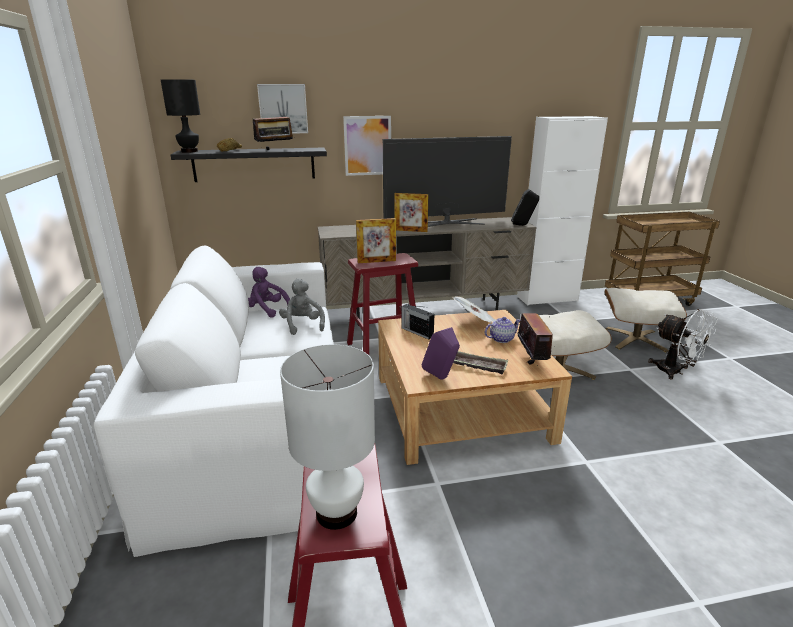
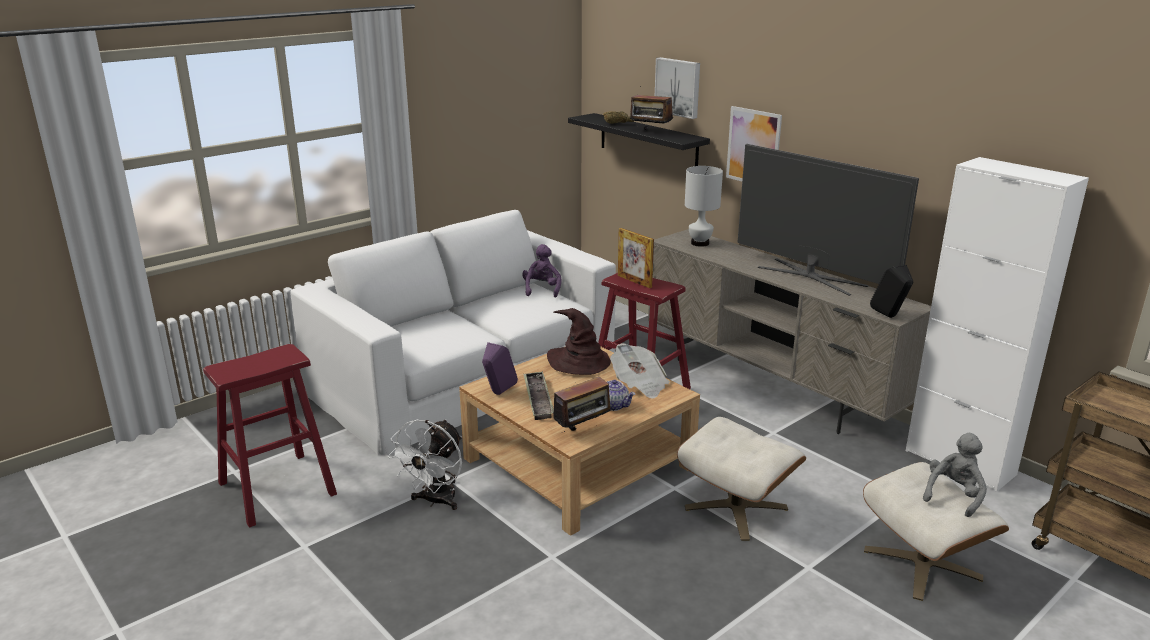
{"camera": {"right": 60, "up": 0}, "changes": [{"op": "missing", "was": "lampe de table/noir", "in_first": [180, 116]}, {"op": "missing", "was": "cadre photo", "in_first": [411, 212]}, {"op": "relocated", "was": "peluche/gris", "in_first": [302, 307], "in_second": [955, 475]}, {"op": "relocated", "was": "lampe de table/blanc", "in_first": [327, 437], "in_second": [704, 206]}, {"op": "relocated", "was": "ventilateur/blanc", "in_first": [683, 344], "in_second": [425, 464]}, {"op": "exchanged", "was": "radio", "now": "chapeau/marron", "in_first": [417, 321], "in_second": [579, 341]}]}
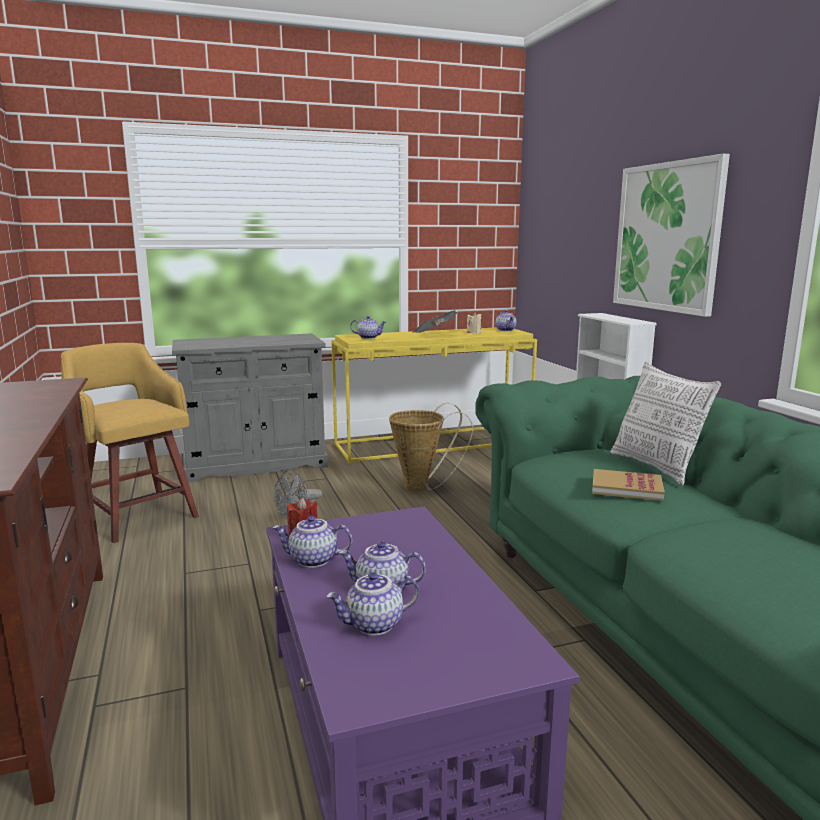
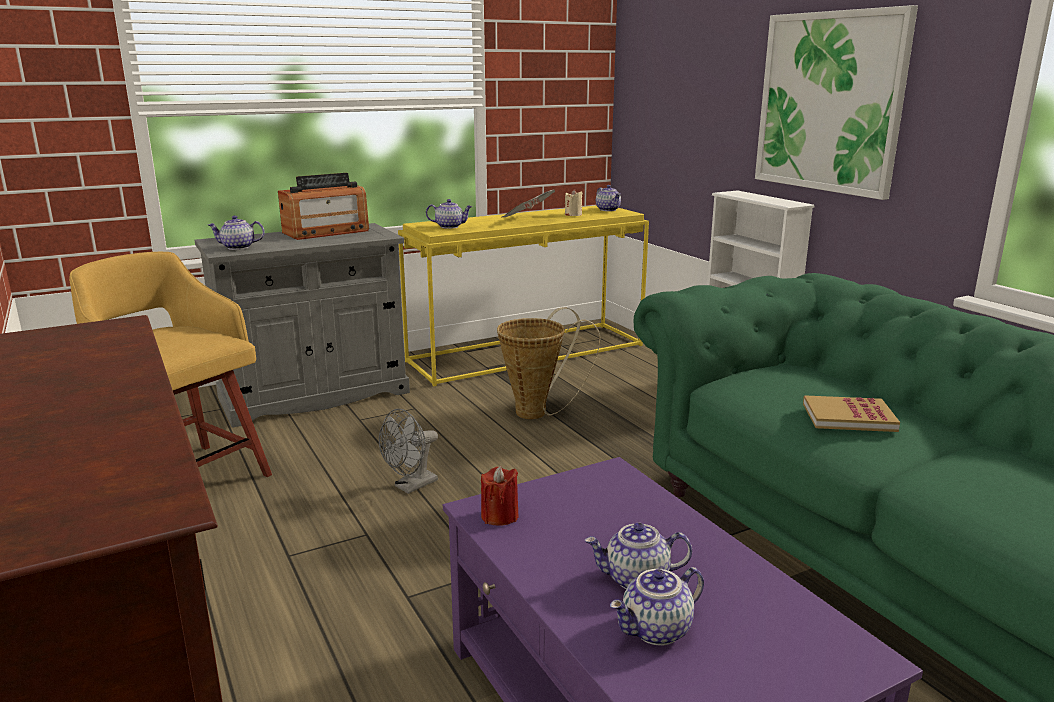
{"camera": {"right": -10, "up": 5}, "changes": [{"op": "missing", "was": "coussin", "in_first": [665, 424]}, {"op": "appeared", "now": "radio", "in_second": [323, 206]}, {"op": "relocated", "was": "théière", "in_first": [312, 542], "in_second": [236, 233]}]}
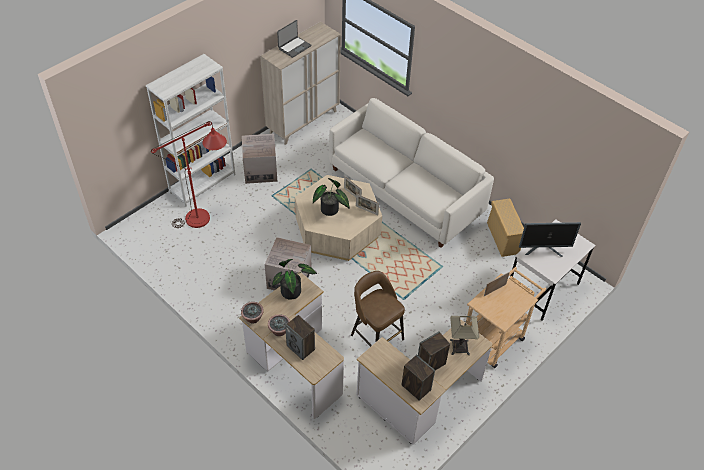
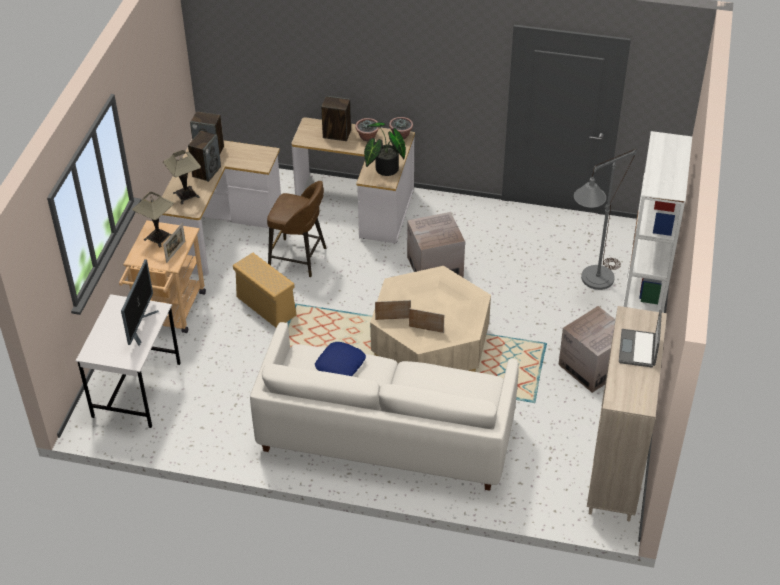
{"camera": {"right": 150, "up": -5}, "changes": [{"op": "missing", "was": "plante en pot", "in_first": [331, 197]}, {"op": "appeared", "now": "lampe de table", "in_second": [153, 219]}, {"op": "appeared", "now": "coussin/bleu", "in_second": [340, 359]}, {"op": "relocated", "was": "boîte de rangement/beige", "in_first": [505, 227], "in_second": [265, 290]}, {"op": "colour", "was": "lampadaire/rouge", "now": "lampadaire/gris", "in_first": [189, 174], "in_second": [605, 219]}, {"op": "spun", "was": "écran d'ordinateur", "in_first": [550, 239], "in_second": [140, 302], "clockwise": 135}]}
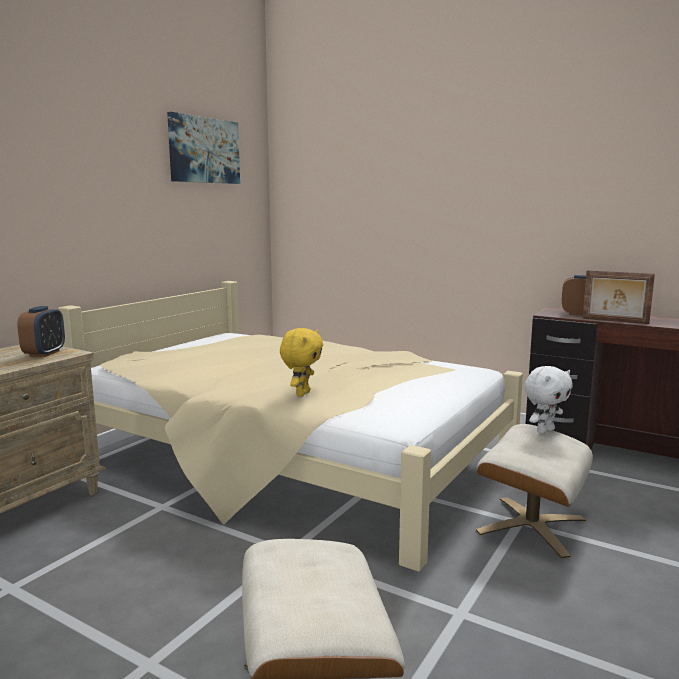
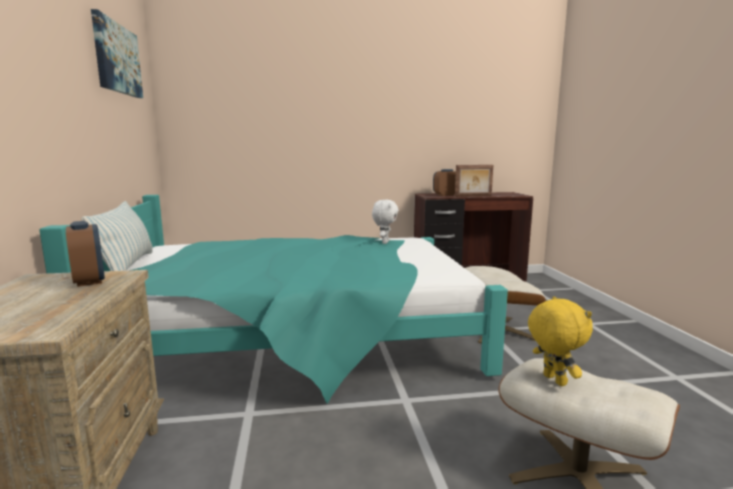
{"camera": {"right": -40, "up": 0}, "changes": [{"op": "appeared", "now": "coussin", "in_second": [117, 236]}, {"op": "relocated", "was": "peluche/jaune", "in_first": [301, 362], "in_second": [560, 341]}, {"op": "relocated", "was": "peluche/blanc", "in_first": [548, 400], "in_second": [385, 222]}, {"op": "colour", "was": "lit/beige", "now": "lit/turquoise", "in_first": [290, 426], "in_second": [273, 299]}]}
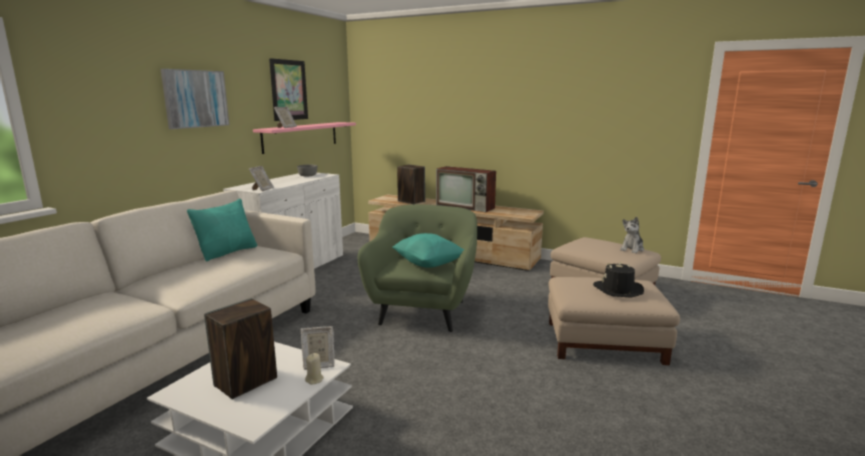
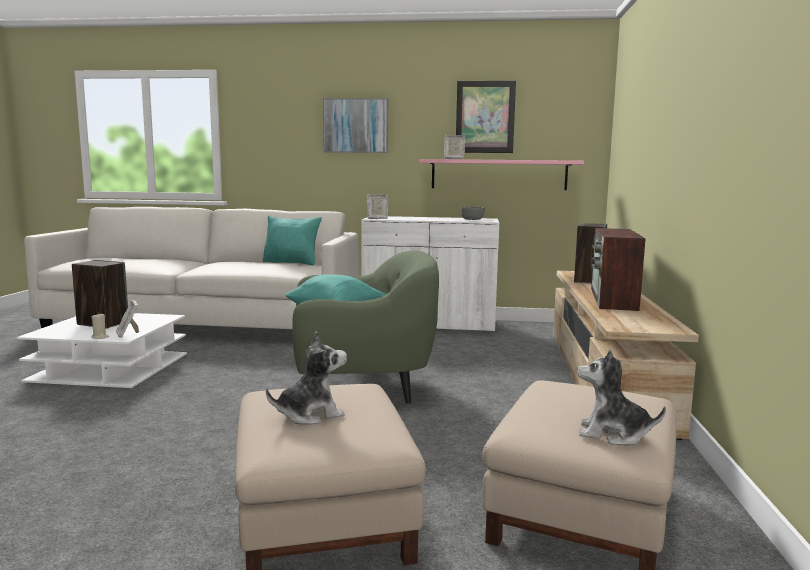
{"camera": {"right": 70, "up": -5}, "changes": [{"op": "exchanged", "was": "chapeau/noir", "now": "peluche", "in_first": [618, 280], "in_second": [306, 378]}]}
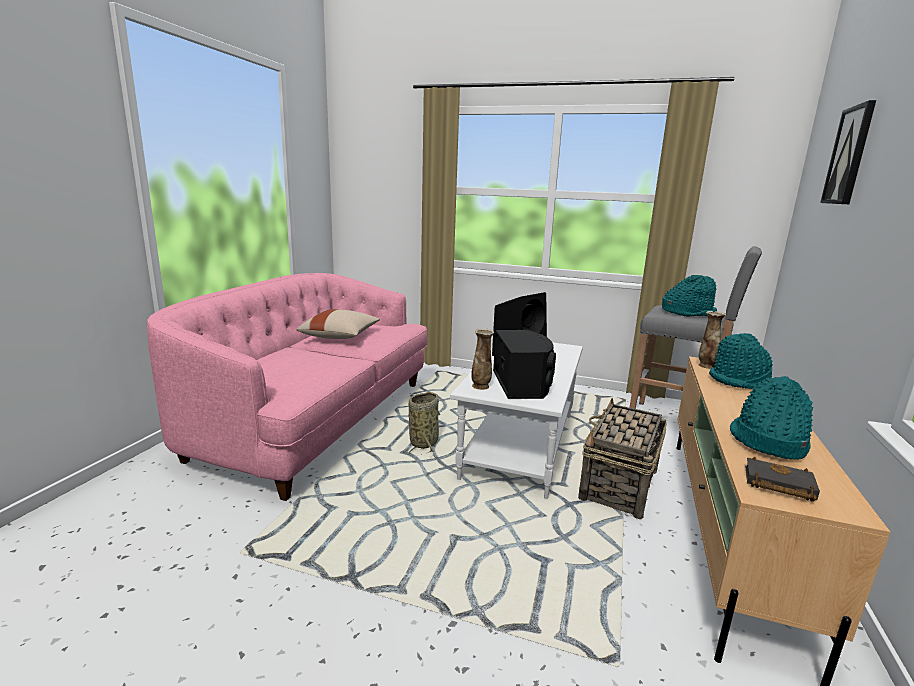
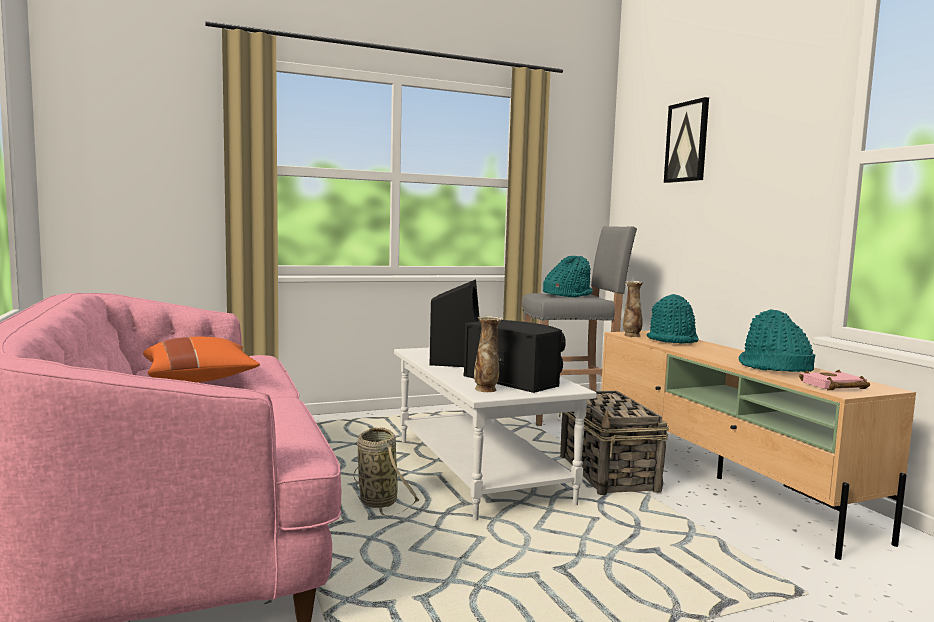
{"camera": {"right": -40, "up": -10}, "changes": [{"op": "colour", "was": "coussin/beige", "now": "coussin/orange", "in_first": [338, 324], "in_second": [201, 360]}, {"op": "colour", "was": "livre/noir", "now": "livre/rose", "in_first": [782, 479], "in_second": [834, 380]}]}
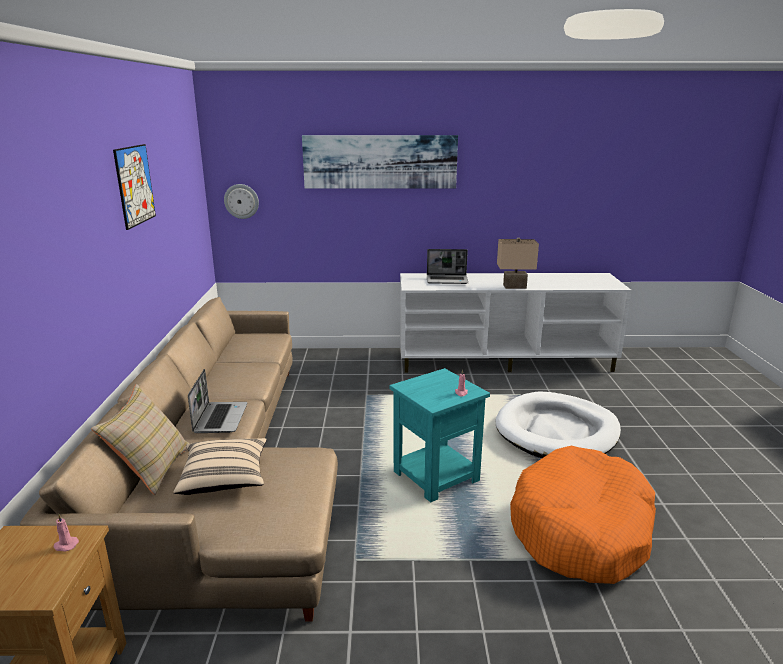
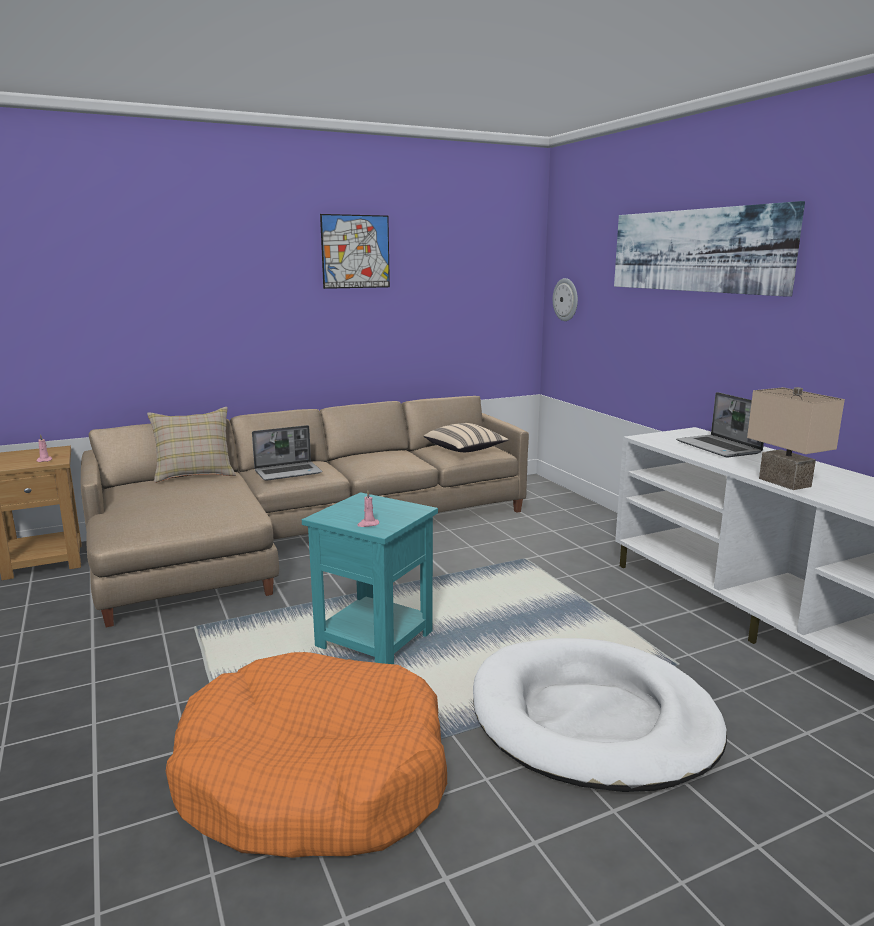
{"camera": {"right": 65, "up": -5}, "changes": [{"op": "relocated", "was": "coussin/beige", "in_first": [220, 466], "in_second": [466, 437]}]}
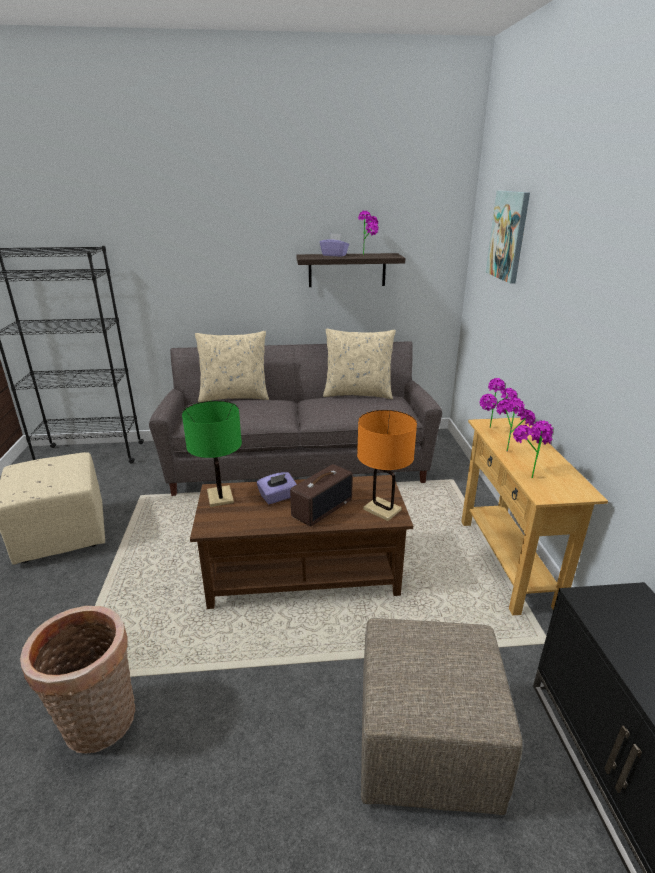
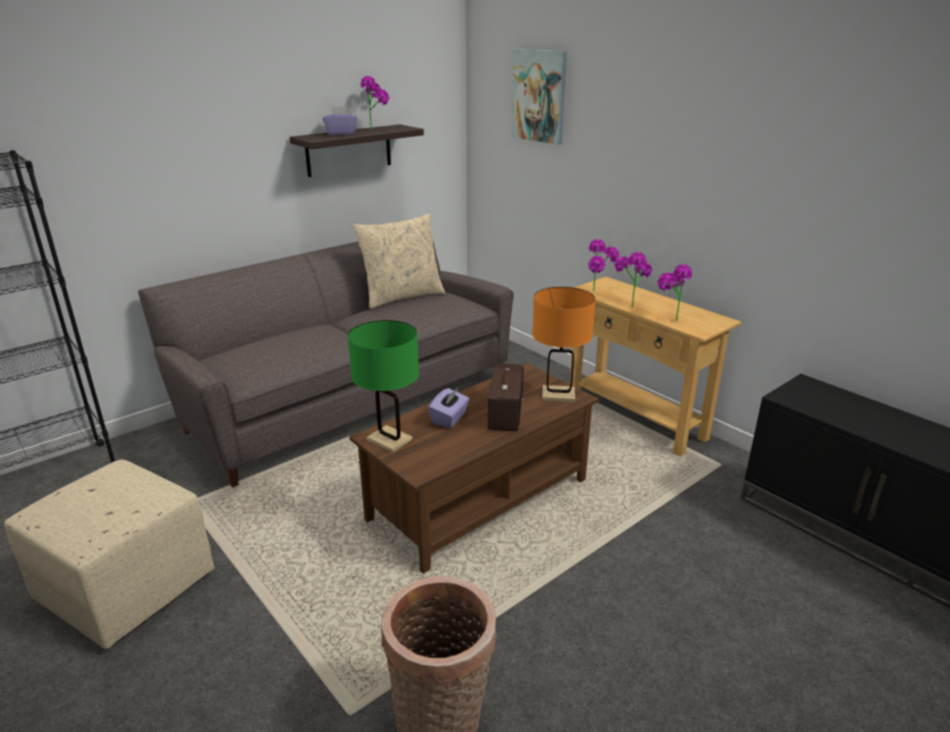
{"camera": {"right": -35, "up": 0}, "changes": [{"op": "missing", "was": "coussin/beige", "in_first": [232, 366]}, {"op": "missing", "was": "pouf/beige", "in_first": [442, 716]}]}
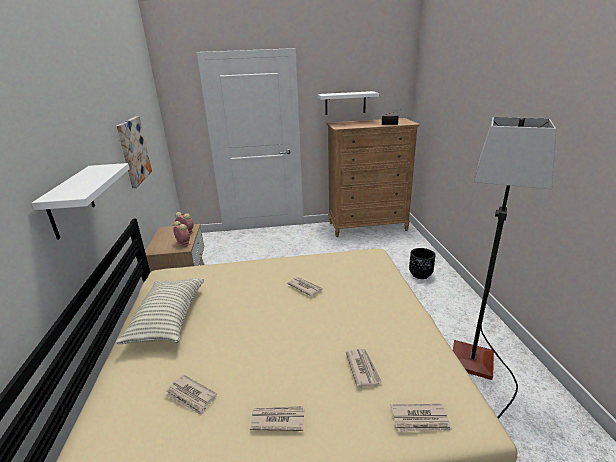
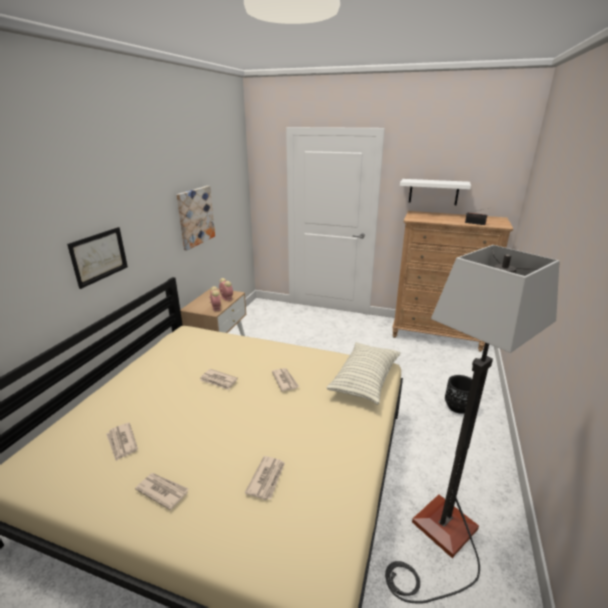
{"camera": {"right": 25, "up": 0}, "changes": [{"op": "relocated", "was": "coussin", "in_first": [160, 311], "in_second": [363, 373]}, {"op": "relocated", "was": "journal", "in_first": [421, 418], "in_second": [219, 379]}, {"op": "exchanged", "was": "étagère/blanc", "now": "tableau", "in_first": [80, 201], "in_second": [97, 258]}]}
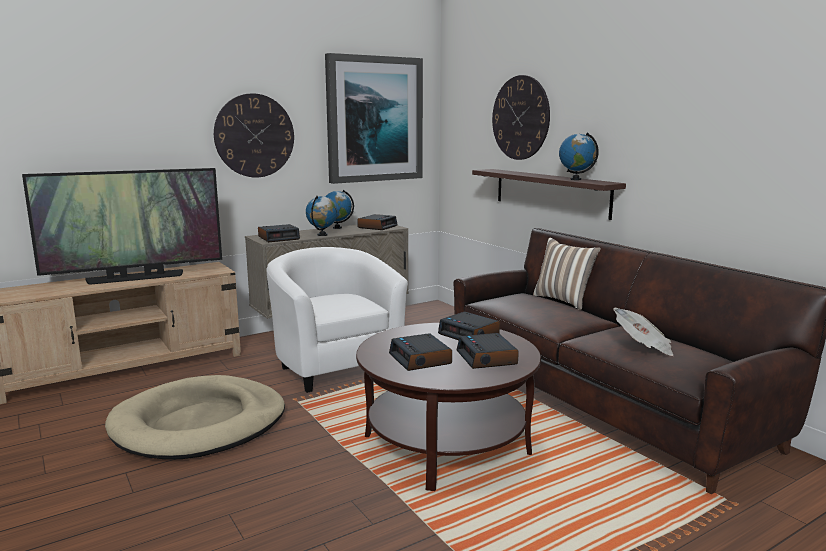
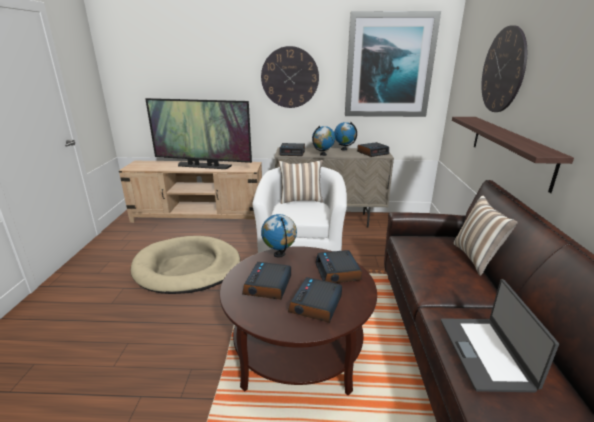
{"camera": {"right": 35, "up": 10}, "changes": [{"op": "appeared", "now": "coussin", "in_second": [301, 182]}, {"op": "relocated", "was": "globe", "in_first": [579, 156], "in_second": [279, 236]}, {"op": "exchanged", "was": "journal", "now": "ordinateur portable", "in_first": [643, 332], "in_second": [500, 335]}]}
